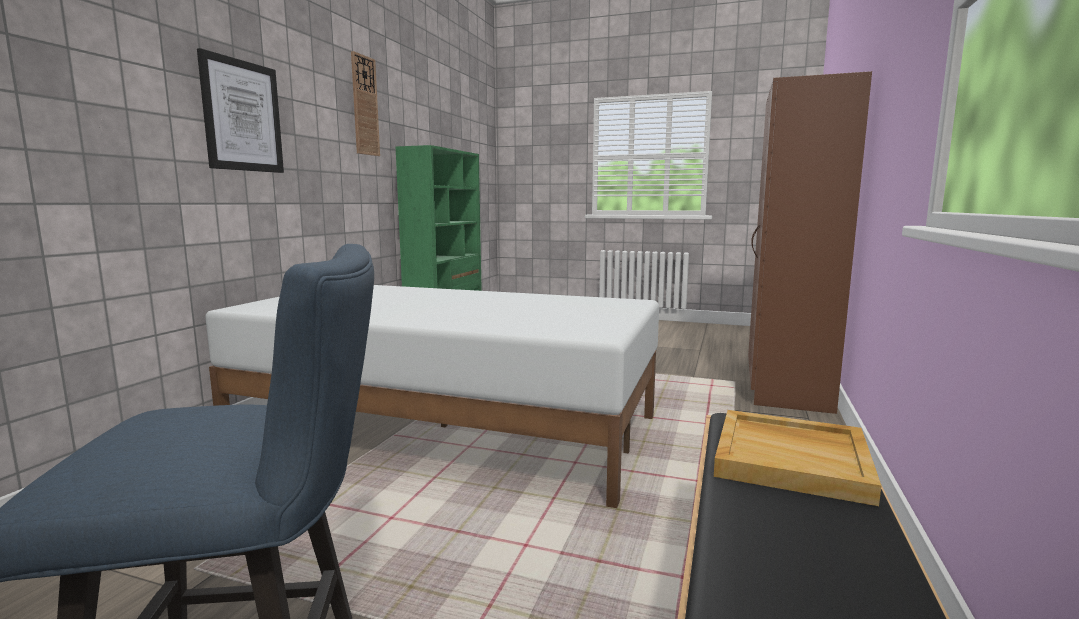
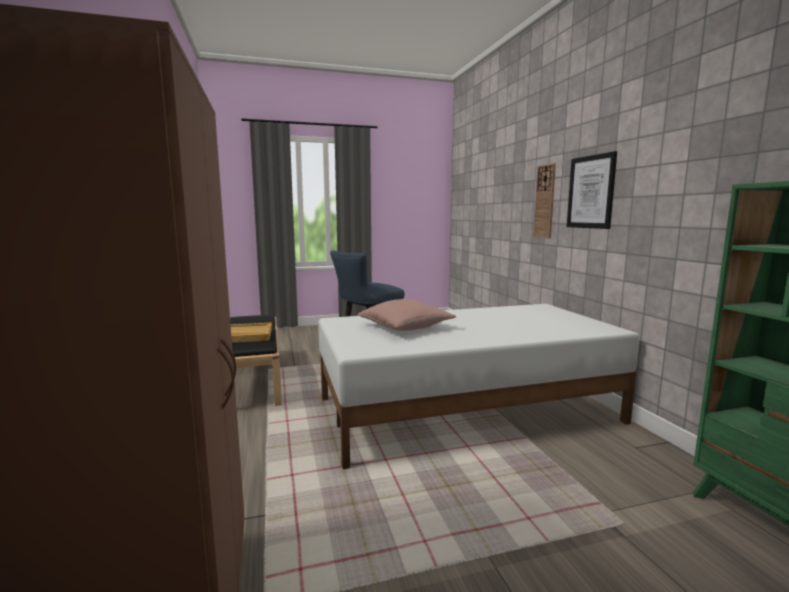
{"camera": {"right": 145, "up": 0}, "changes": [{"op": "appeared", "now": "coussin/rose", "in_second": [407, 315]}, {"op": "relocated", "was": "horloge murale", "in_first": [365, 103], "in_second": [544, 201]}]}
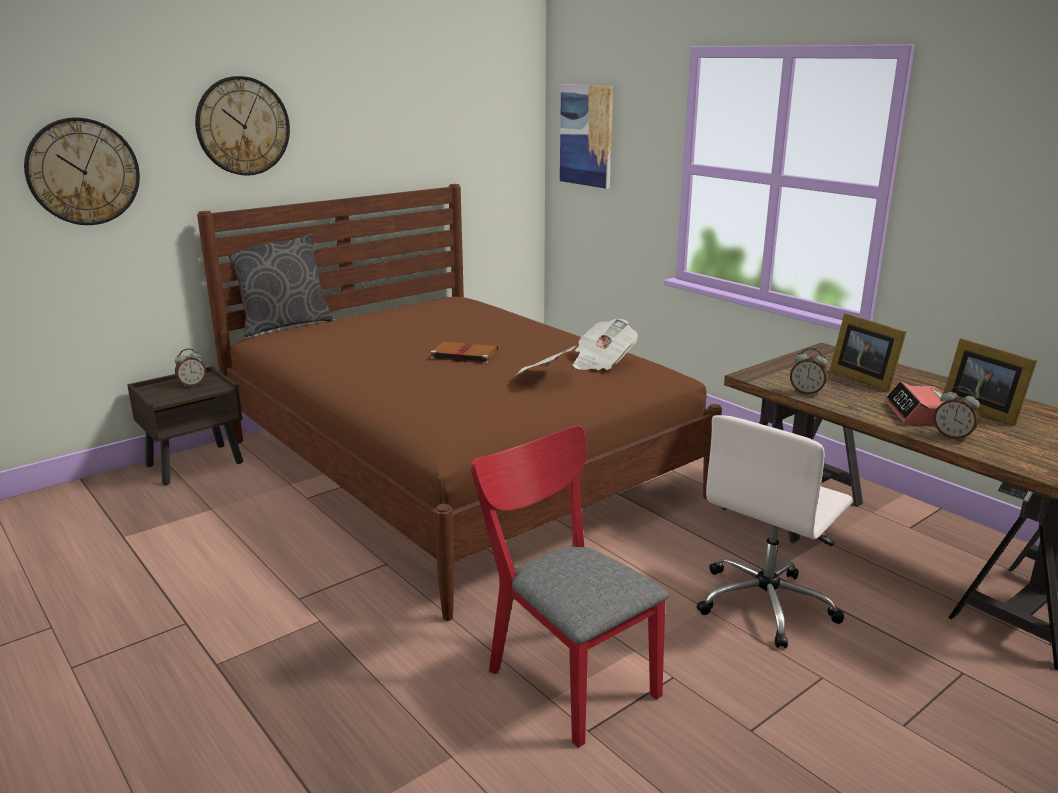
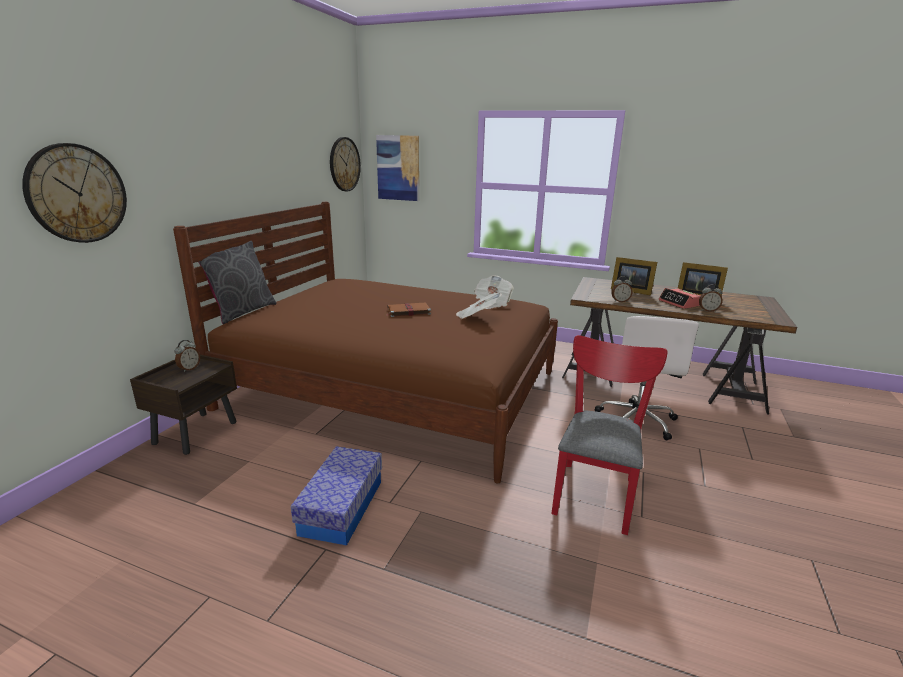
{"camera": {"right": -30, "up": 0}, "changes": [{"op": "appeared", "now": "boîte de rangement", "in_second": [336, 496]}, {"op": "relocated", "was": "horloge murale", "in_first": [242, 125], "in_second": [345, 164]}, {"op": "spun", "was": "chaise/rouge", "in_first": [570, 587], "in_second": [609, 435], "clockwise": 90}]}
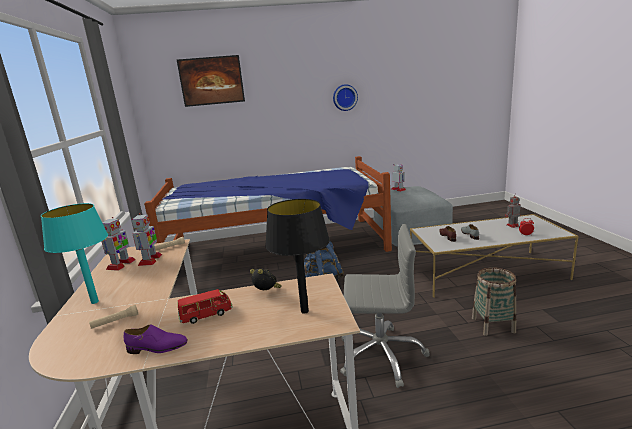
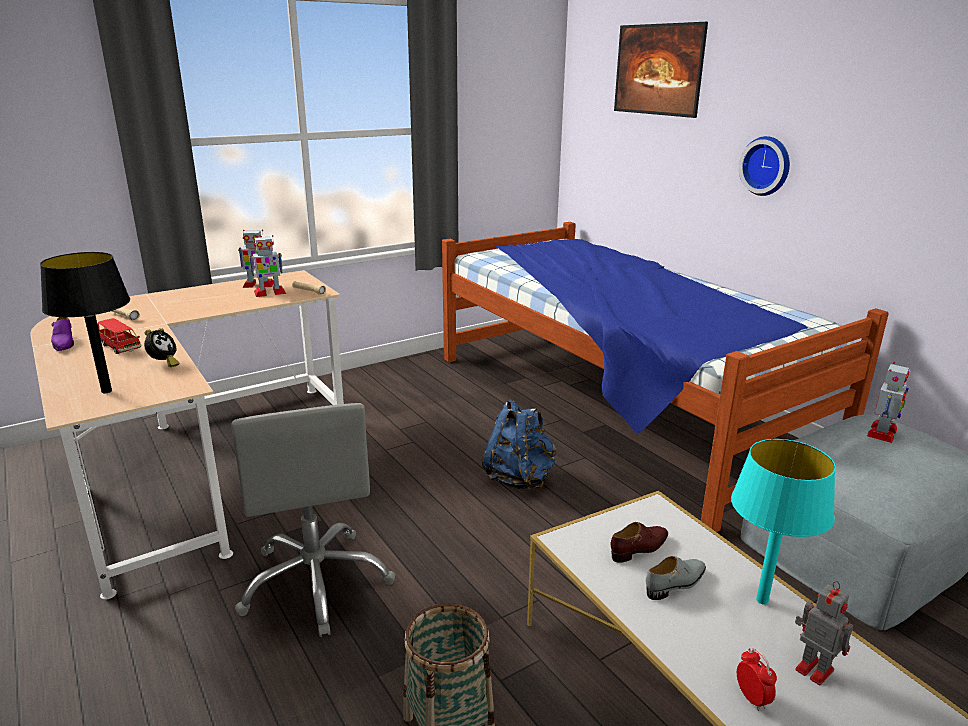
{"camera": {"right": 65, "up": 5}, "changes": [{"op": "relocated", "was": "lampe de table/turquoise", "in_first": [74, 253], "in_second": [783, 522]}, {"op": "relocated", "was": "horloge murale", "in_first": [345, 97], "in_second": [764, 166]}]}
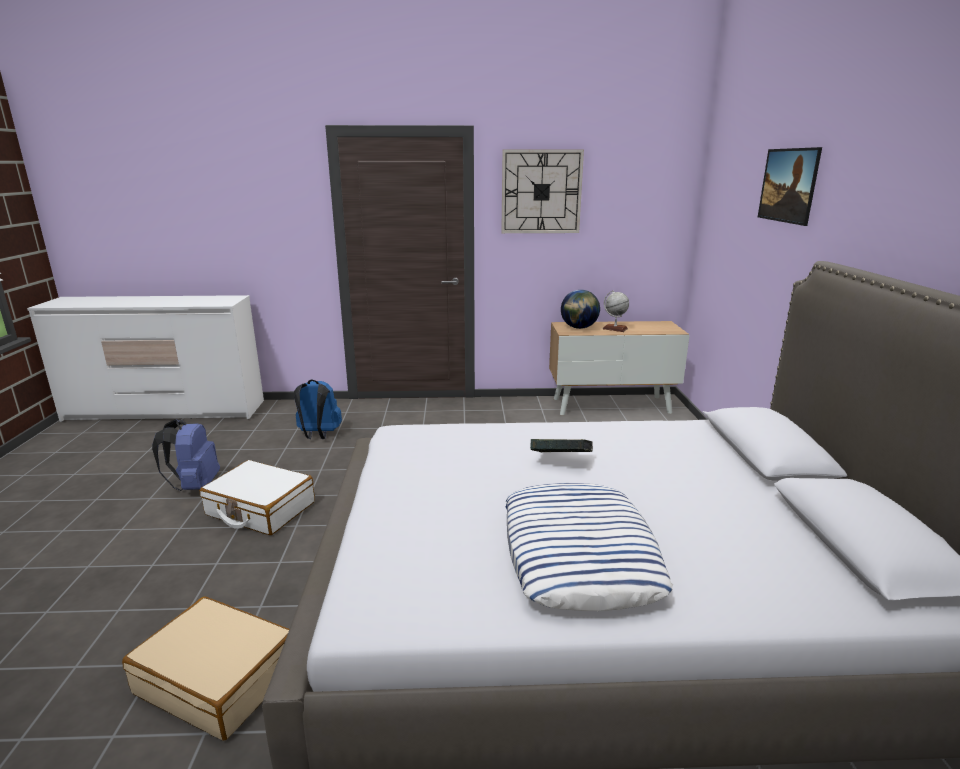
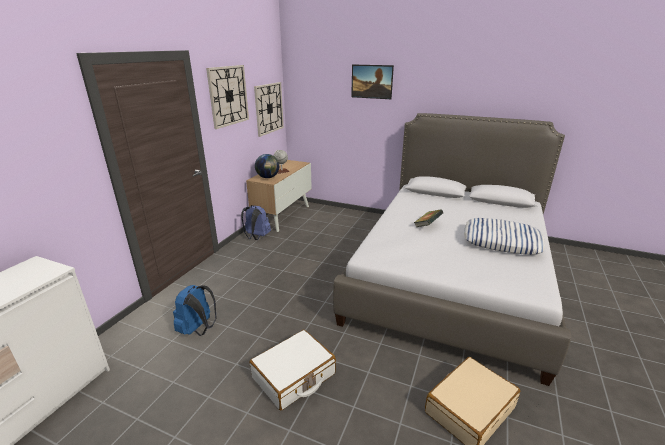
{"camera": {"right": -65, "up": 5}, "changes": [{"op": "appeared", "now": "horloge murale", "in_second": [269, 109]}, {"op": "relocated", "was": "sac à dos/bleu", "in_first": [186, 455], "in_second": [256, 222]}]}
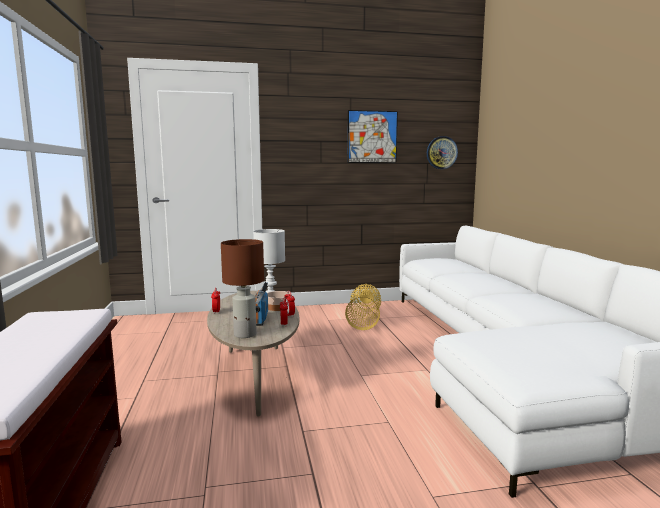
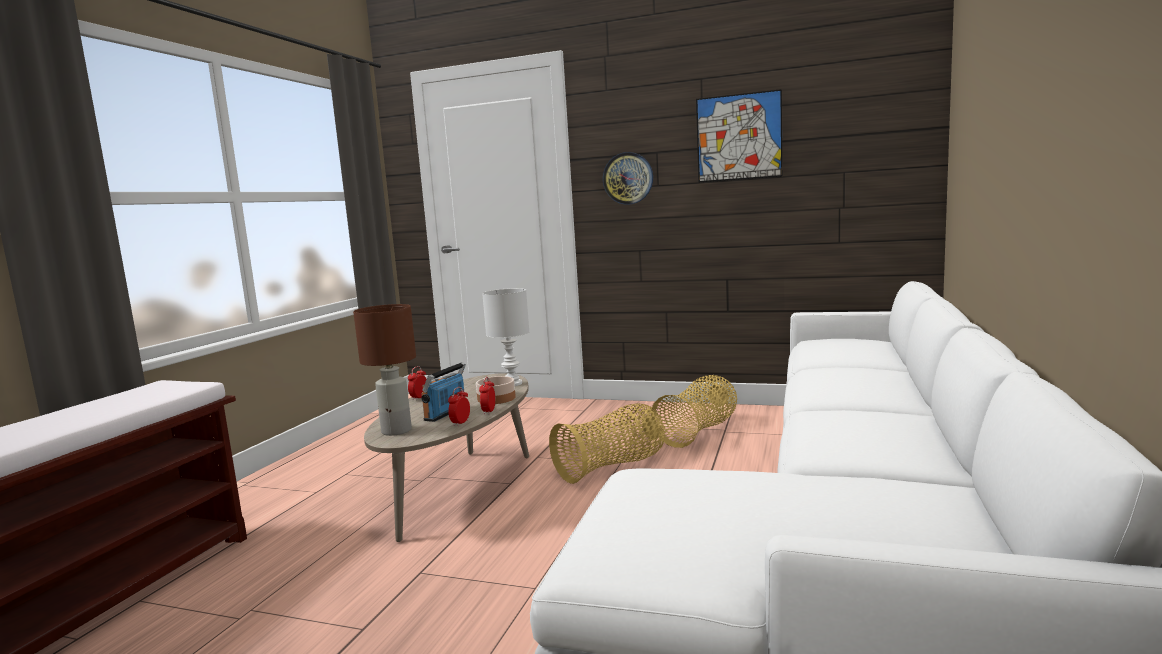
{"camera": {"right": 30, "up": 0}, "changes": [{"op": "appeared", "now": "panier", "in_second": [607, 443]}, {"op": "relocated", "was": "horloge murale", "in_first": [442, 152], "in_second": [628, 178]}]}
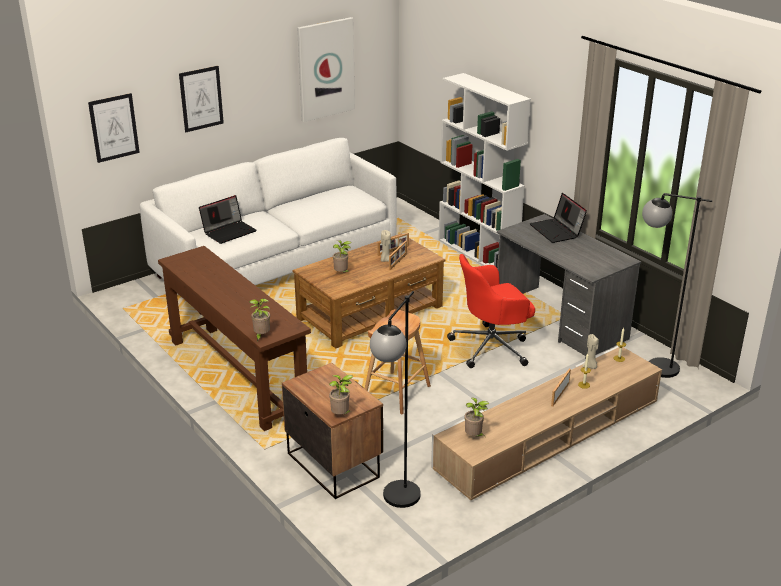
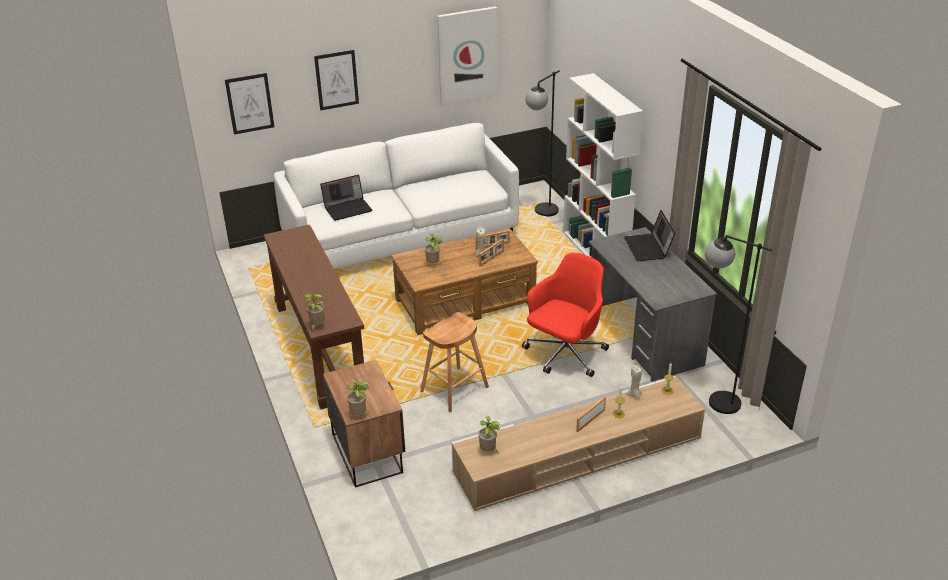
{"camera": {"right": 15, "up": 5}, "changes": [{"op": "relocated", "was": "lampadaire/noir", "in_first": [395, 399], "in_second": [542, 143]}, {"op": "spun", "was": "chaise de bureau/rouge", "in_first": [491, 311], "in_second": [565, 315], "clockwise": 135}]}
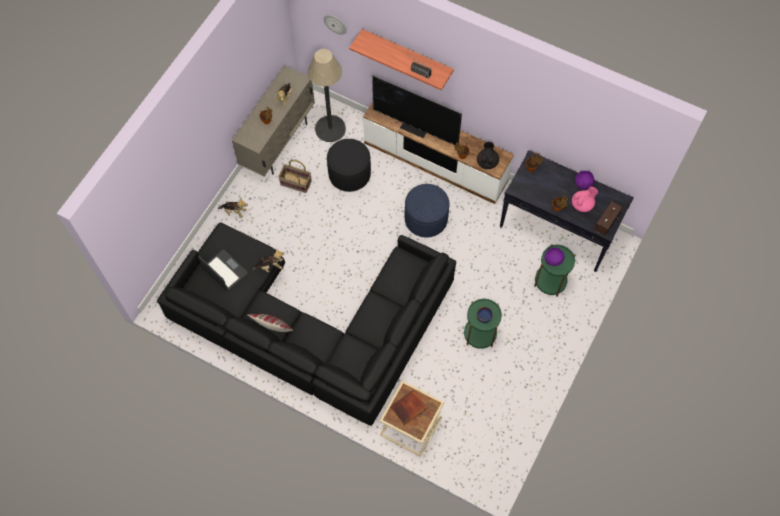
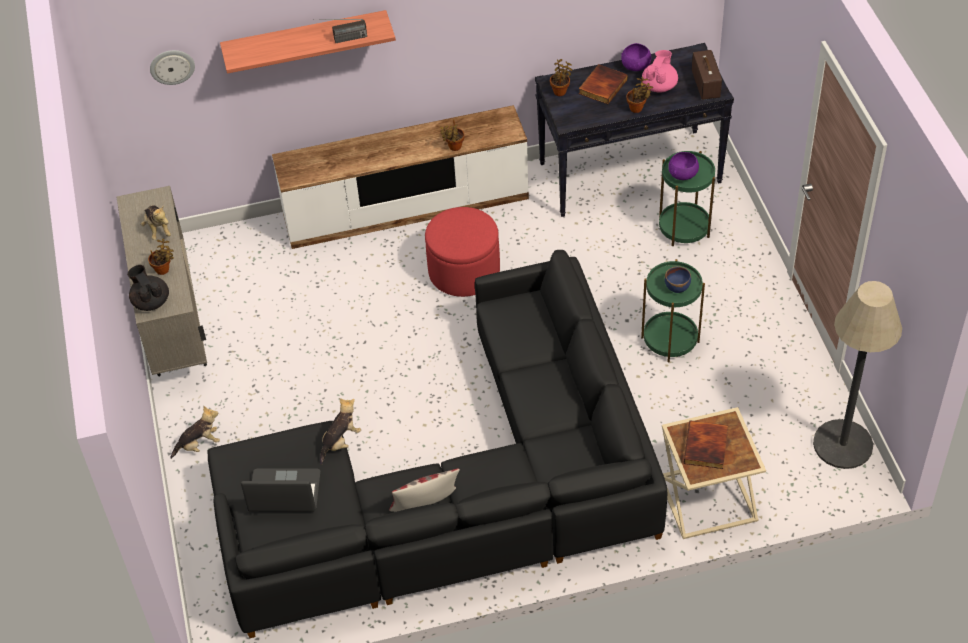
{"camera": {"right": -40, "up": -15}, "changes": [{"op": "missing", "was": "panier", "in_first": [295, 176]}, {"op": "missing", "was": "pouf/noir", "in_first": [349, 165]}, {"op": "missing", "was": "téléviseur", "in_first": [417, 110]}, {"op": "appeared", "now": "livre", "in_second": [603, 84]}, {"op": "relocated", "was": "lampadaire", "in_first": [326, 95], "in_second": [857, 375]}, {"op": "relocated", "was": "théière/noir", "in_first": [488, 155], "in_second": [148, 288]}, {"op": "colour", "was": "pouf/bleu", "now": "pouf/rouge", "in_first": [427, 211], "in_second": [462, 252]}]}
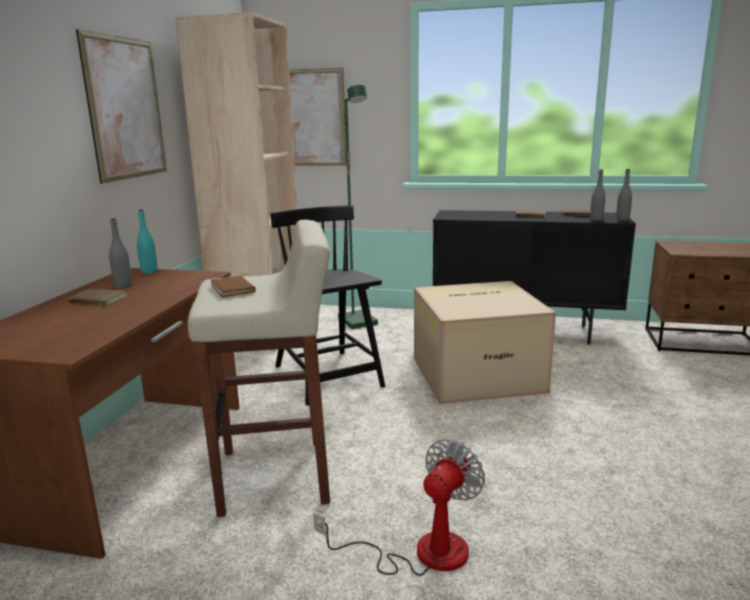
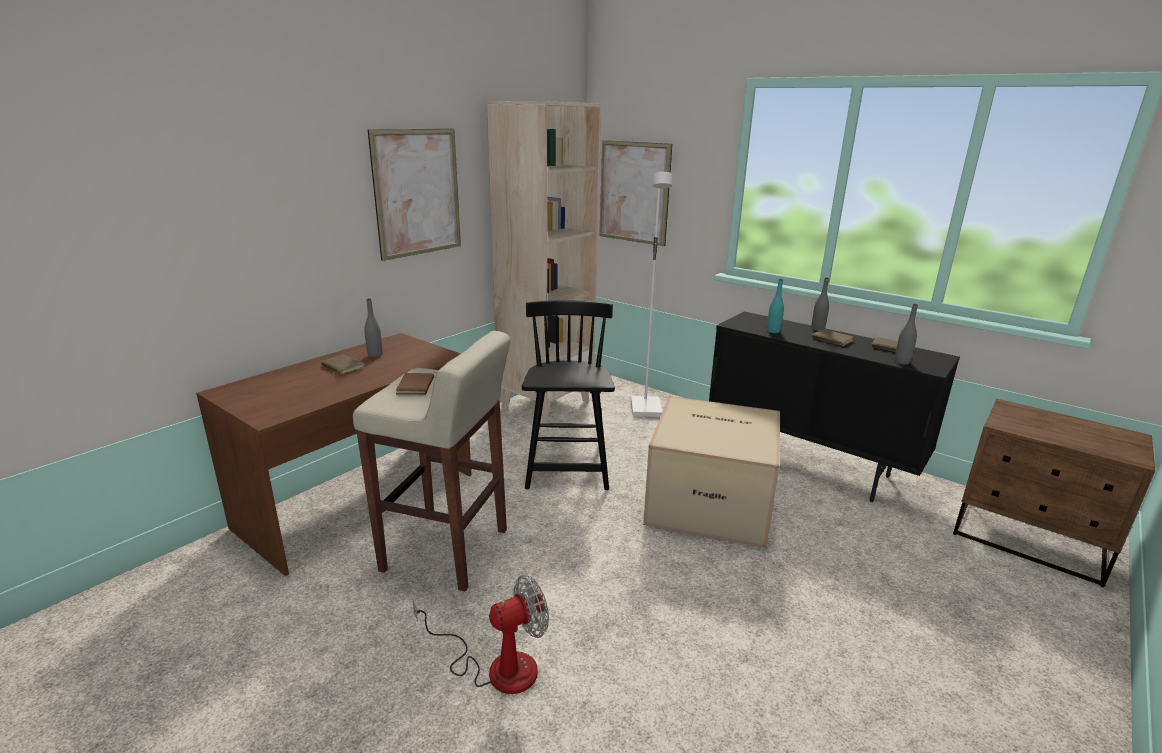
{"camera": {"right": 25, "up": 5}, "changes": [{"op": "relocated", "was": "bouteille/turquoise", "in_first": [147, 242], "in_second": [775, 306]}, {"op": "relocated", "was": "bouteille/gris", "in_first": [624, 195], "in_second": [820, 304]}, {"op": "colour", "was": "lampadaire/vert", "now": "lampadaire/blanc", "in_first": [358, 207], "in_second": [652, 294]}]}
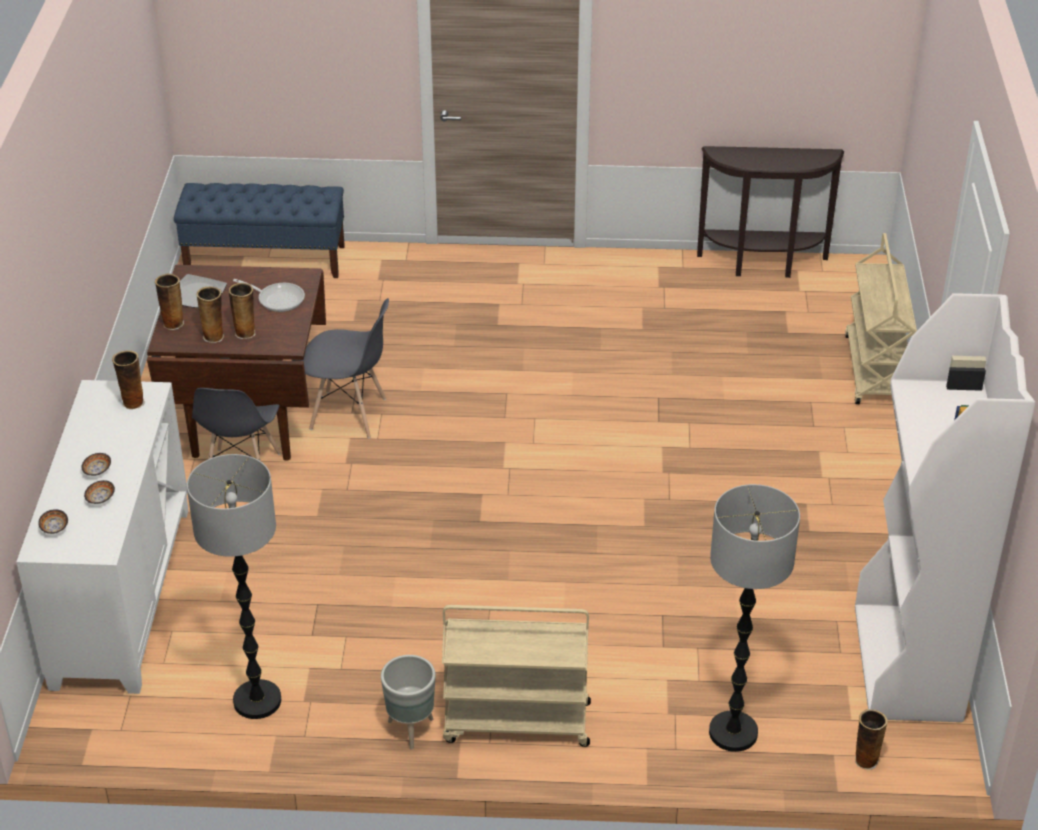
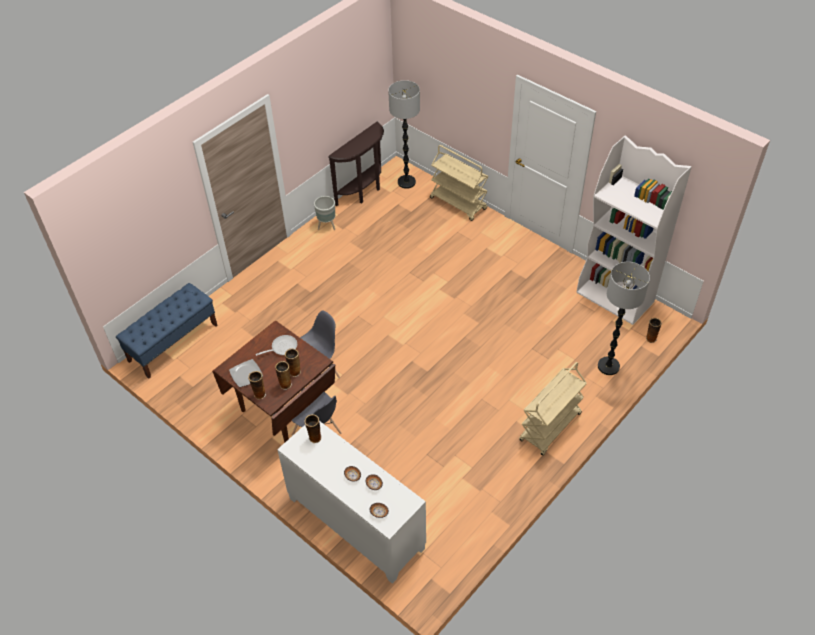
{"camera": {"right": -50, "up": 10}, "changes": [{"op": "relocated", "was": "lampadaire", "in_first": [234, 586], "in_second": [404, 134]}, {"op": "relocated", "was": "cache-pot/gris", "in_first": [408, 702], "in_second": [324, 213]}]}
